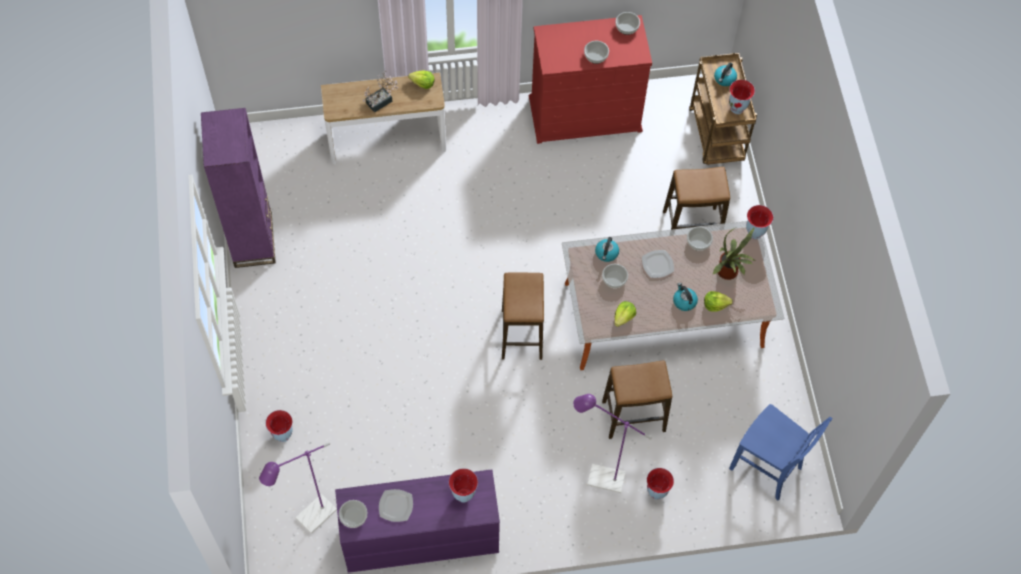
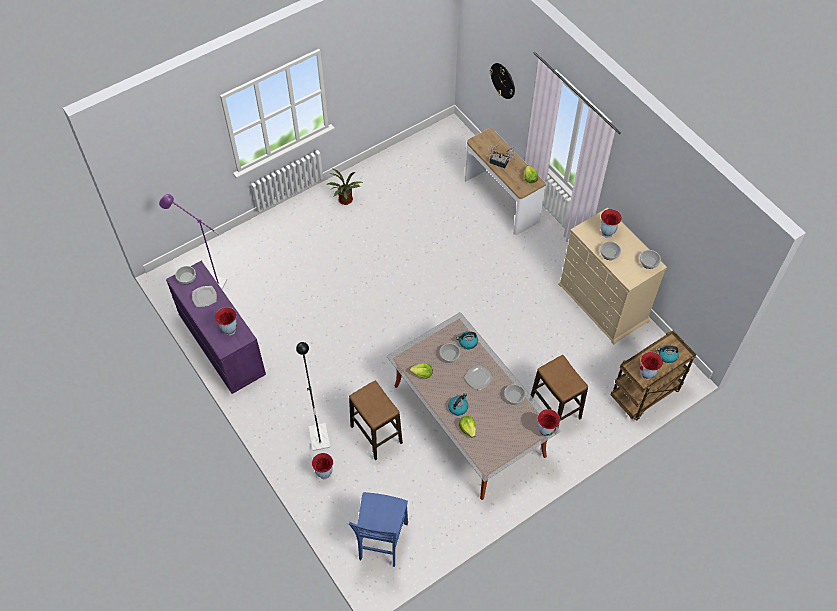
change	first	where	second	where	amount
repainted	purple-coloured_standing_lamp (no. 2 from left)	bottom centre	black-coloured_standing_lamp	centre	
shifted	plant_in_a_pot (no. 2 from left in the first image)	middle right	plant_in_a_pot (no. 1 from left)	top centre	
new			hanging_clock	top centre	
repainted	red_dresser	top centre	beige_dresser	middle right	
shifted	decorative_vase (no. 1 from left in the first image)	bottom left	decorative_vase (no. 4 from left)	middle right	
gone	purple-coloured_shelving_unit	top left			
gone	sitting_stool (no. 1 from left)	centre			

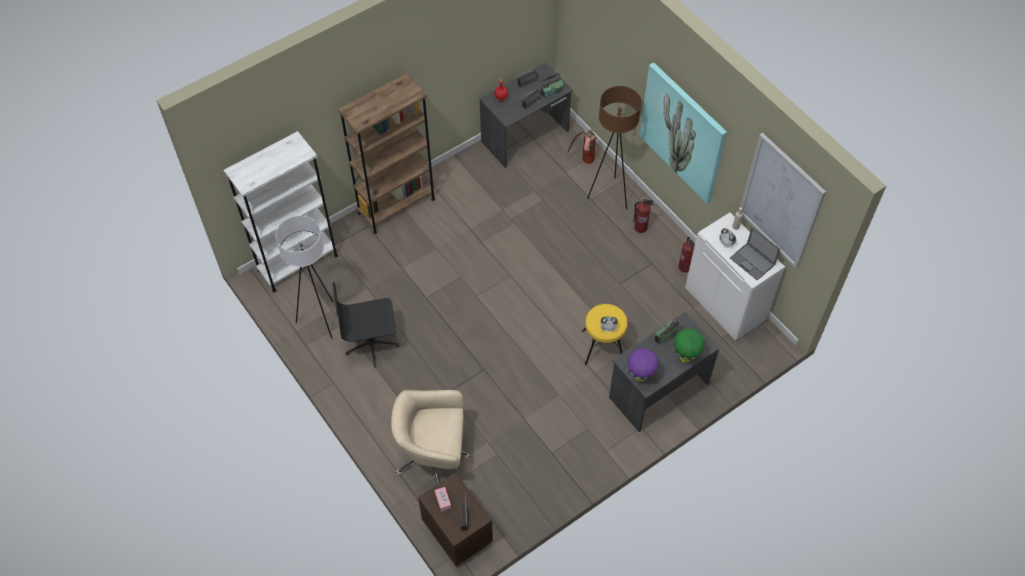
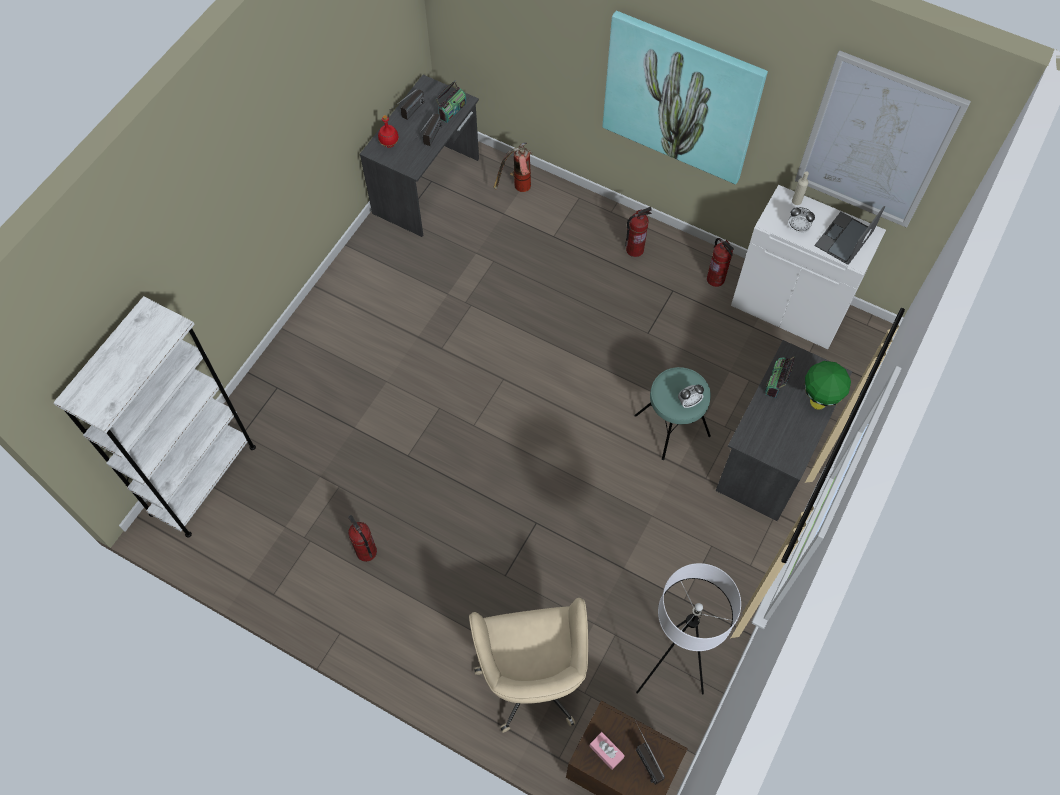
change	first	where	second	where	amount
swapped	black-coloured_desk_chair	centre	extinguisher (no. 1 from left)	bottom centre	
rotated	beige_desk_chair	bottom centre		bottom centre	75 degrees counterclockwise
repainted	yellow-coloured_sitting_stool	centre	turquoise-coloured_sitting_stool	centre	
shifted	whitish_standing_lamp	middle left		bottom centre	
rotated	notebook_computer	middle right		top right	105 degrees clockwise
gone	brownish_shelving_unit	top centre			
gone	brownish_standing_lamp	top centre			
gone	purple-coloured_tabletop_lamp	centre			

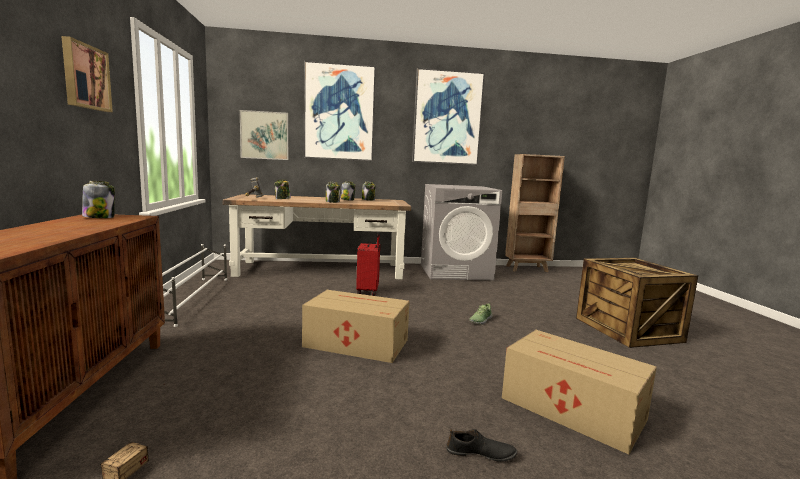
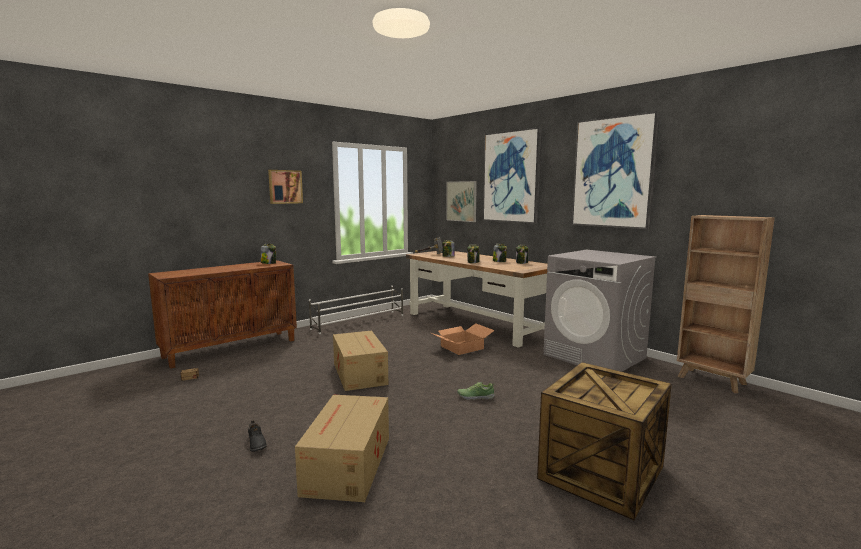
change	first	where	second	where	amount
swapped	red_suitcase	centre	carton (no. 3 from left)	centre	

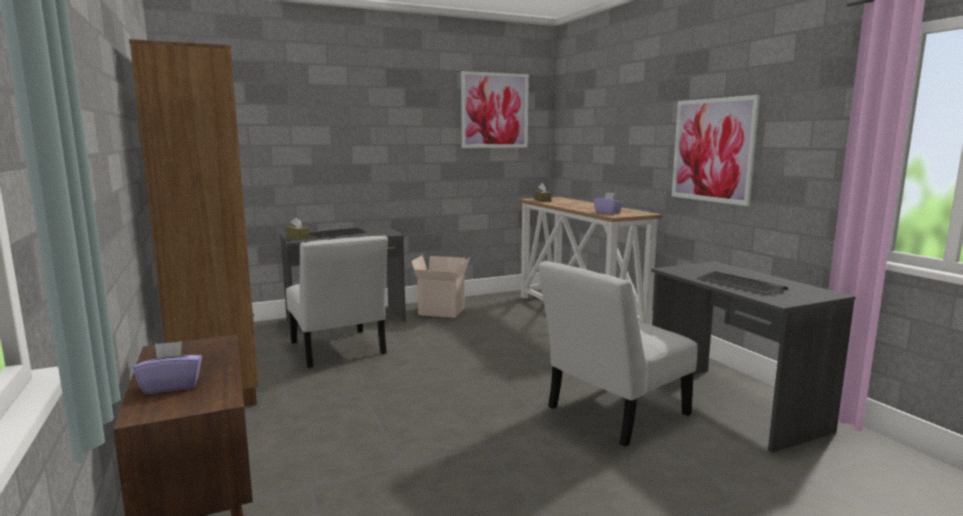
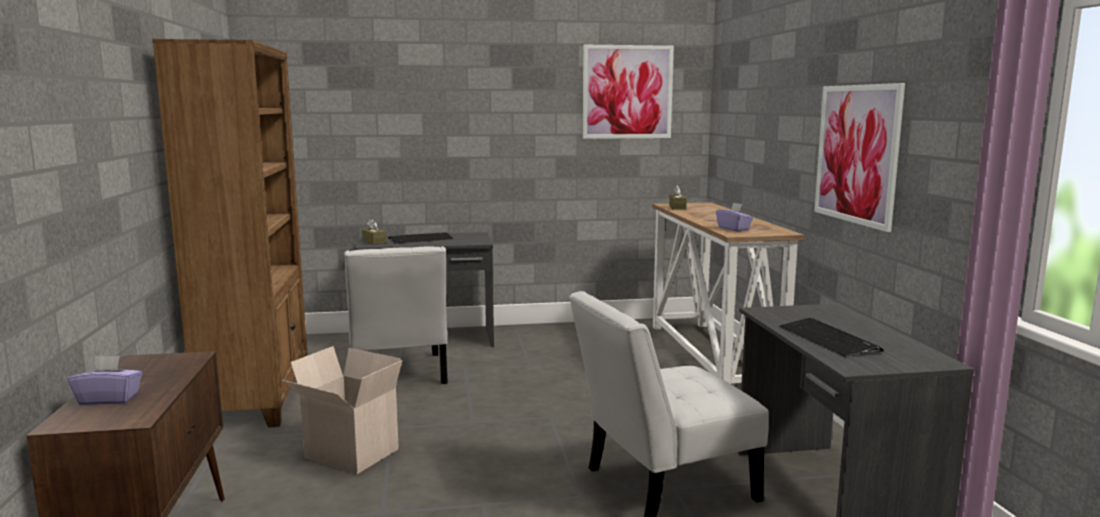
change	first	where	second	where	amount
shifted	carton	centre		bottom left	

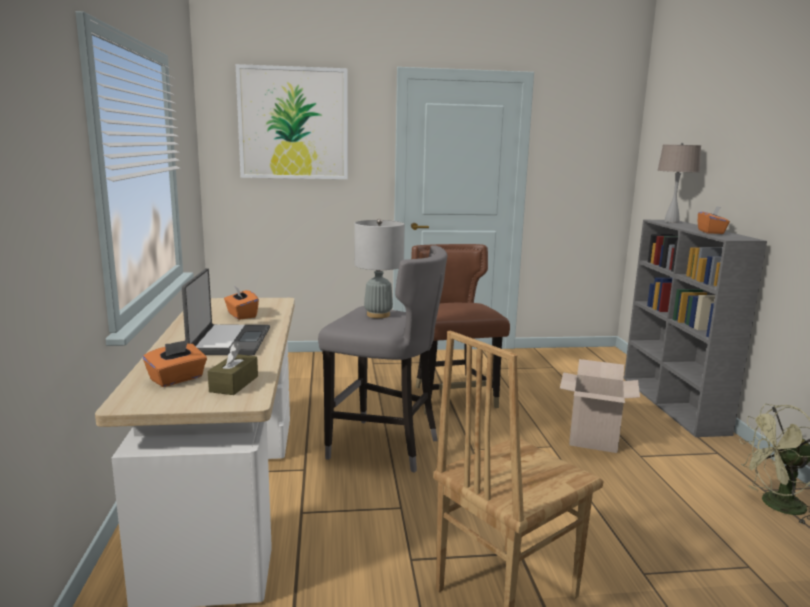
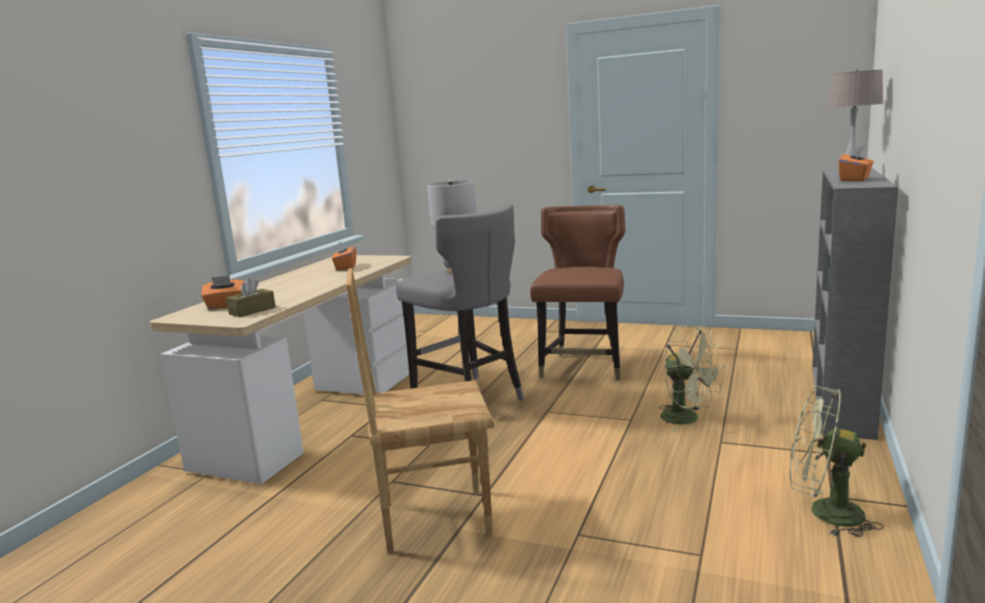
change	first	where	second	where	amount
swapped	carton	bottom right	greenish_electric_fan (no. 1 from left)	middle right	
gone	notebook_computer	middle left			
gone	wall_art	top centre			

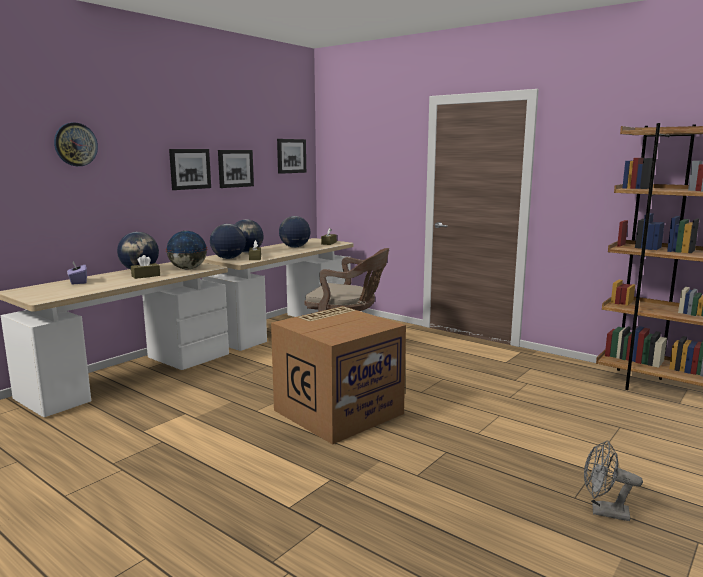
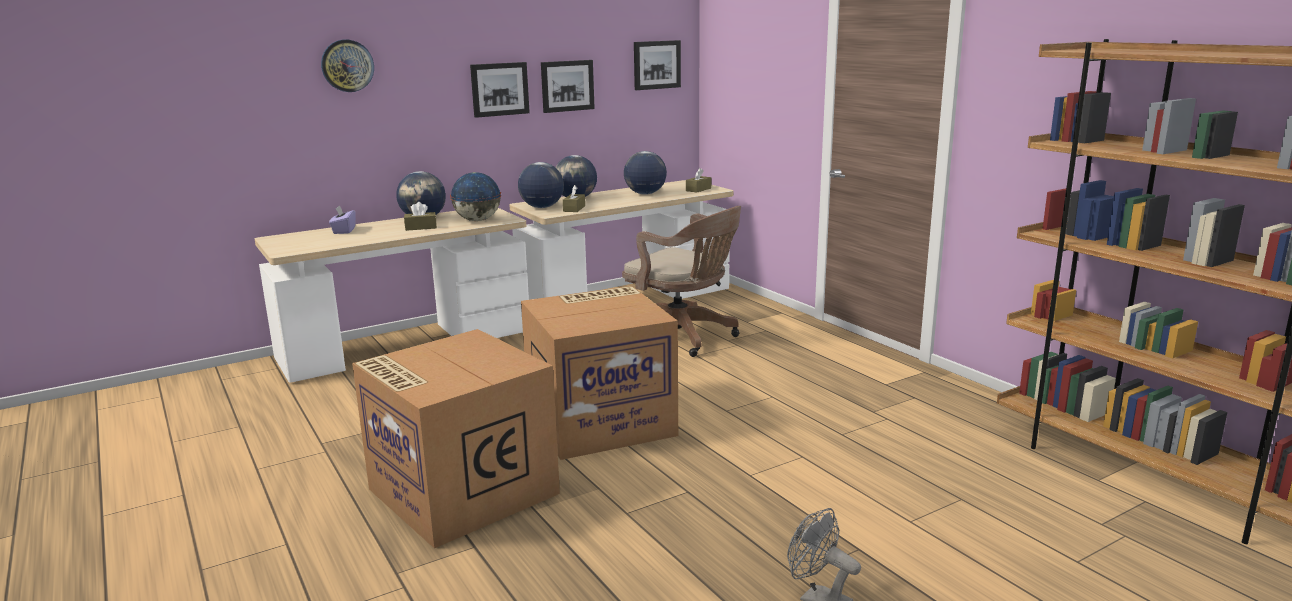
change	first	where	second	where	amount
new			carton (no. 1 from left)	bottom centre	

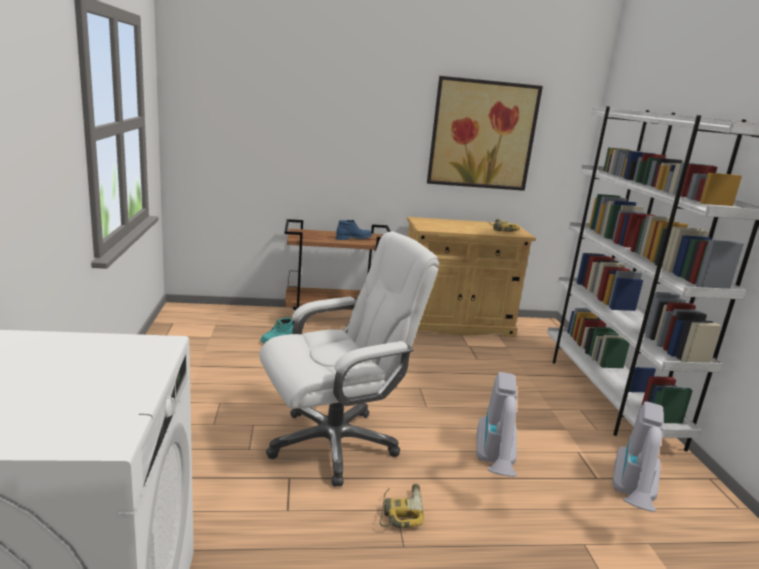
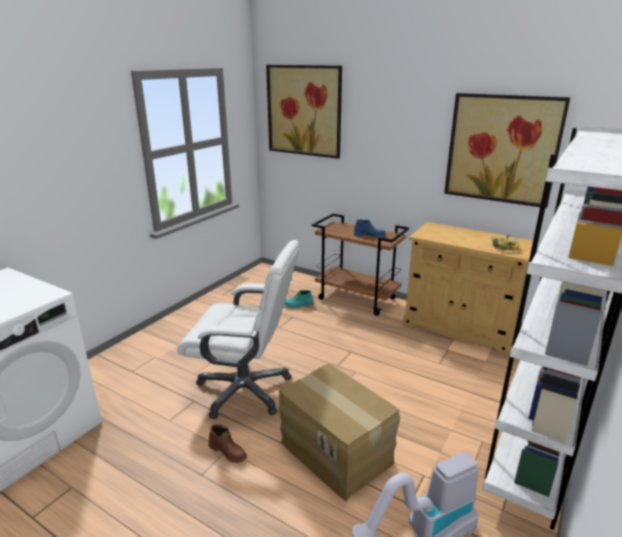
change	first	where	second	where	amount
swapped	electric_drill (no. 1 from left)	bottom centre	brownish_tall_boot	bottom centre	
new			wall_art (no. 1 from left)	top centre	
swapped	vacuum (no. 1 from left)	bottom centre	carton	bottom centre	

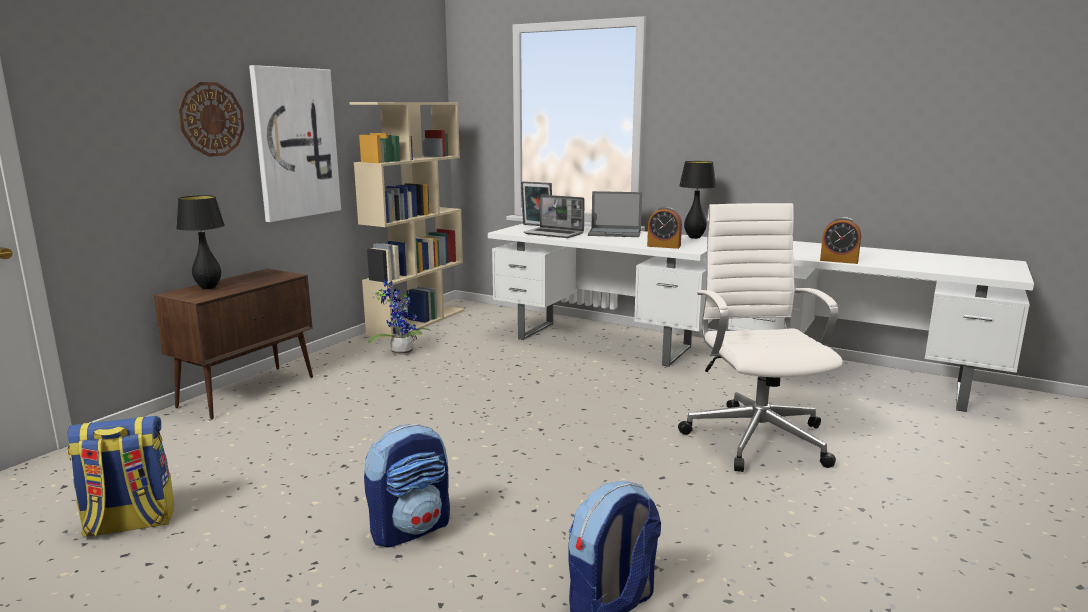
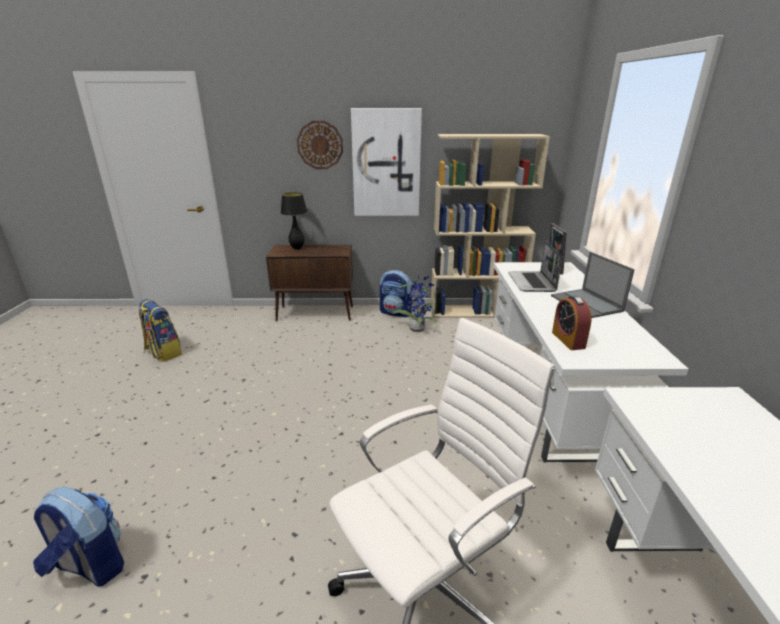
change	first	where	second	where	amount
shifted	knapsack (no. 2 from left in the first image)	bottom centre	knapsack (no. 3 from left)	centre	
gone	black-coloured_tabletop_lamp (no. 2 from left)	top centre			
gone	alarm_clock (no. 2 from left)	middle right			

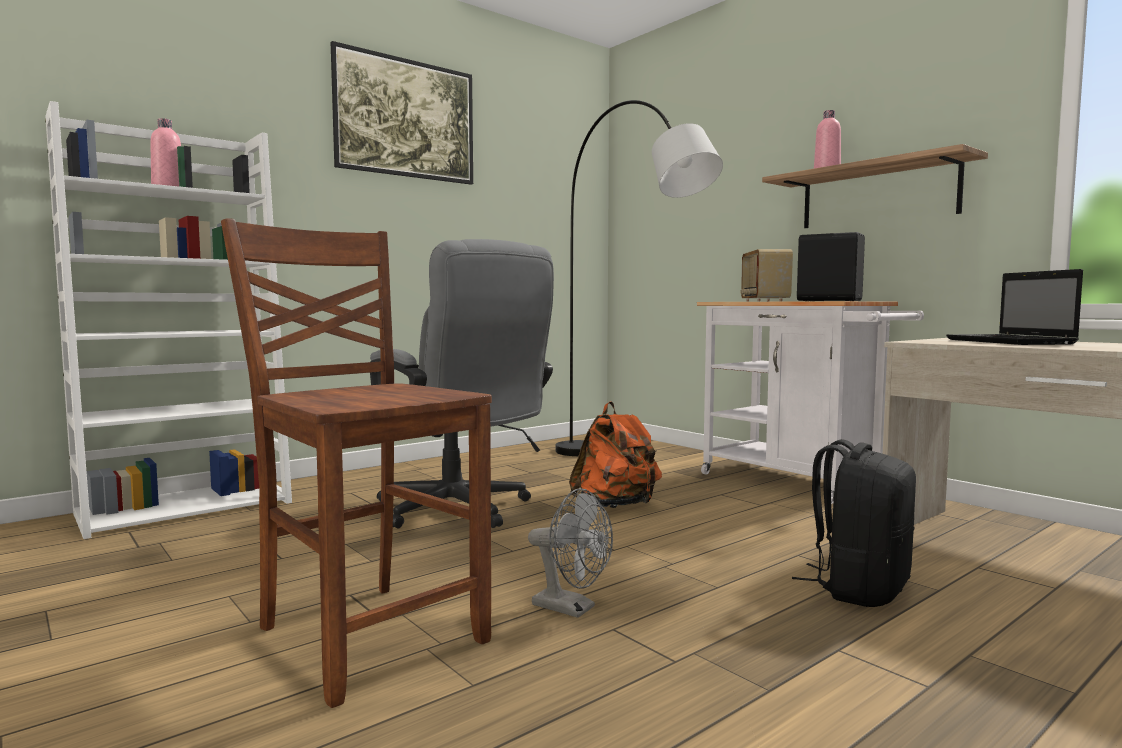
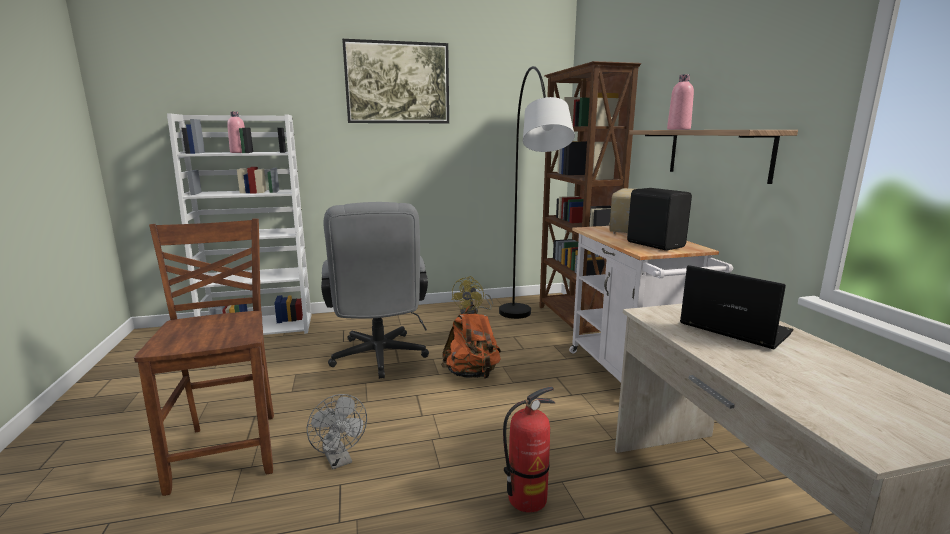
change	first	where	second	where	amount
new			yellow-coloured_electric_fan	centre	
swapped	black-coloured_knapsack	bottom right	extinguisher	bottom centre	
new			brownish_shelving_unit	centre	
rotated	notebook_computer	middle right		middle right	120 degrees clockwise

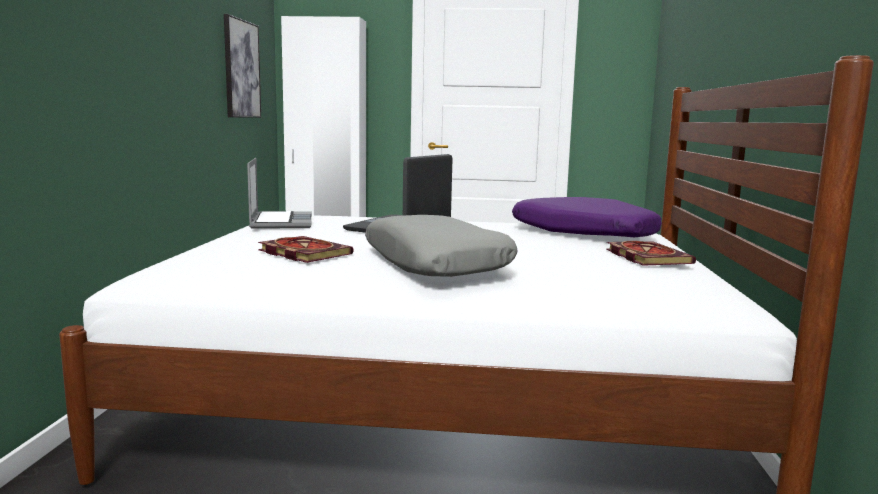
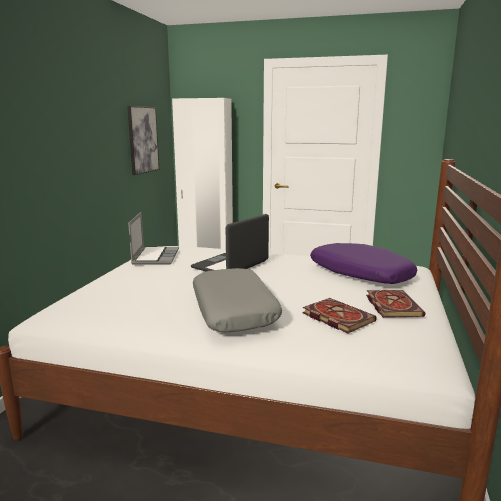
change	first	where	second	where	amount
shifted	volume (no. 1 from left)	centre		middle right	

